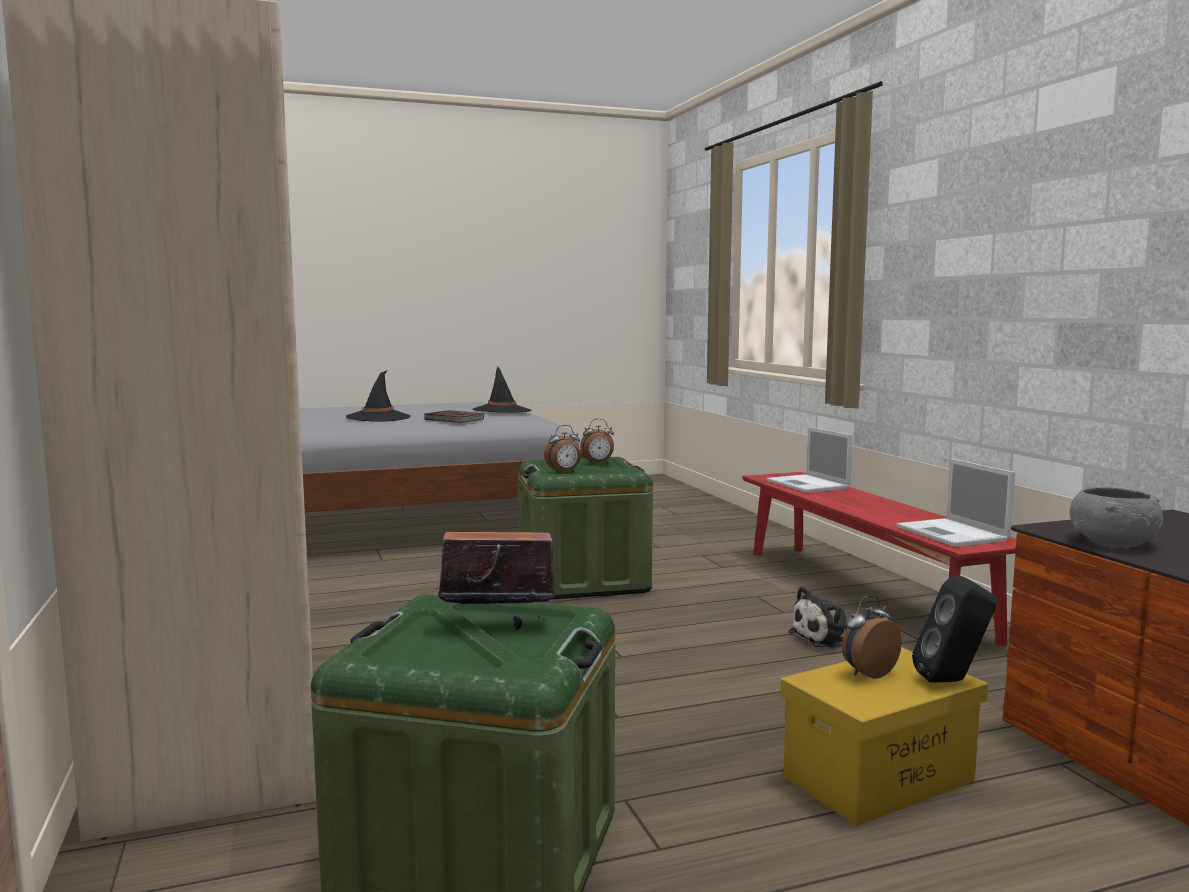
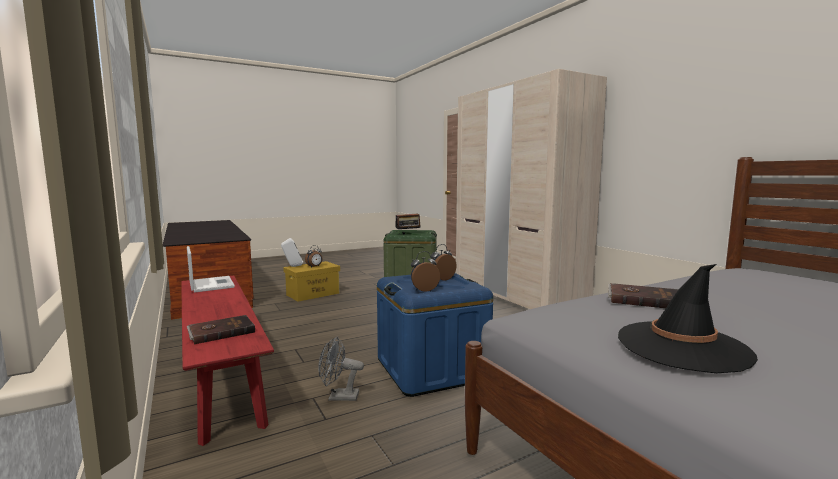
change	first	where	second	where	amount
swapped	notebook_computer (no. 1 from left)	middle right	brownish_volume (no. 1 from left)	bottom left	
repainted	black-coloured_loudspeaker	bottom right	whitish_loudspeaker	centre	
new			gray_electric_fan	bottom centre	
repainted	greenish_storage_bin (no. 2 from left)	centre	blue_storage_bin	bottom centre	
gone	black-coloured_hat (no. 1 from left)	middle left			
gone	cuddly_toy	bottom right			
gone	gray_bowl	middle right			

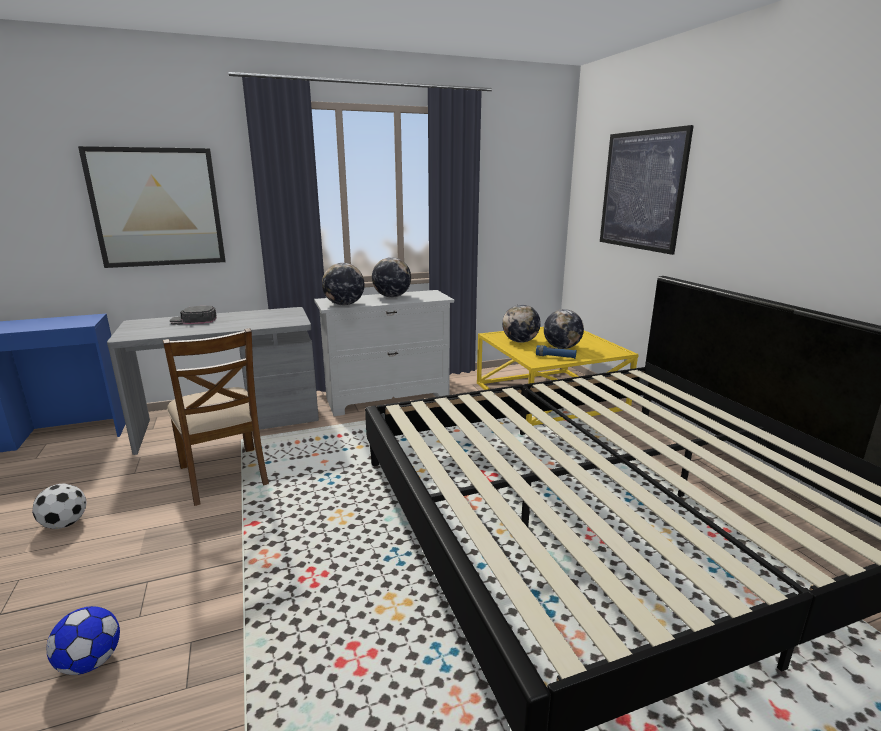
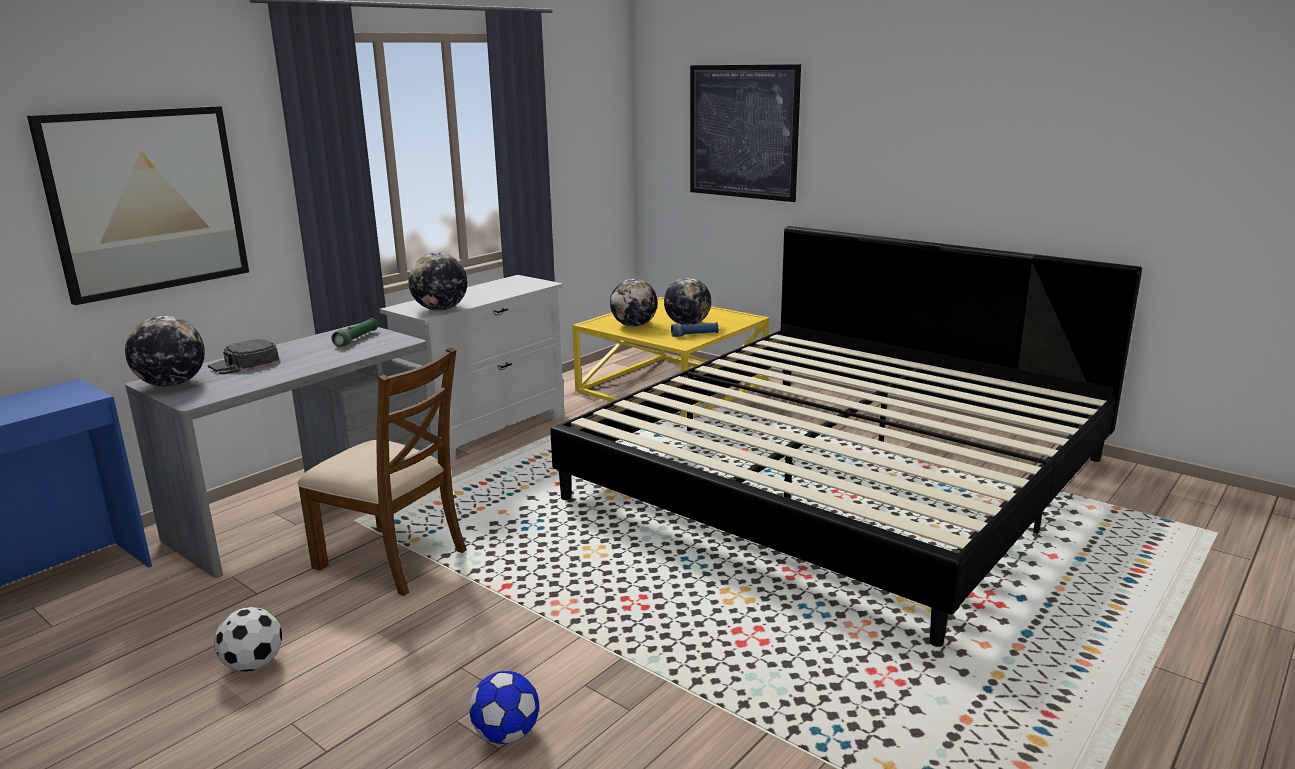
change	first	where	second	where	amount
shifted	world_globe (no. 2 from left in the first image)	centre	world_globe (no. 1 from left)	middle left	
new			greenish_torch	middle left	

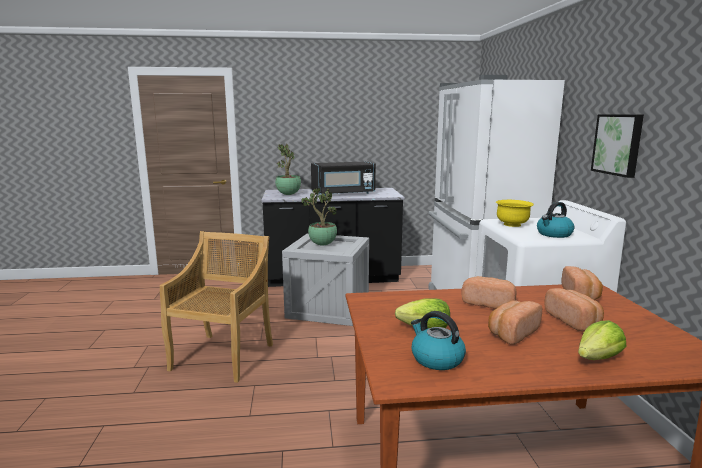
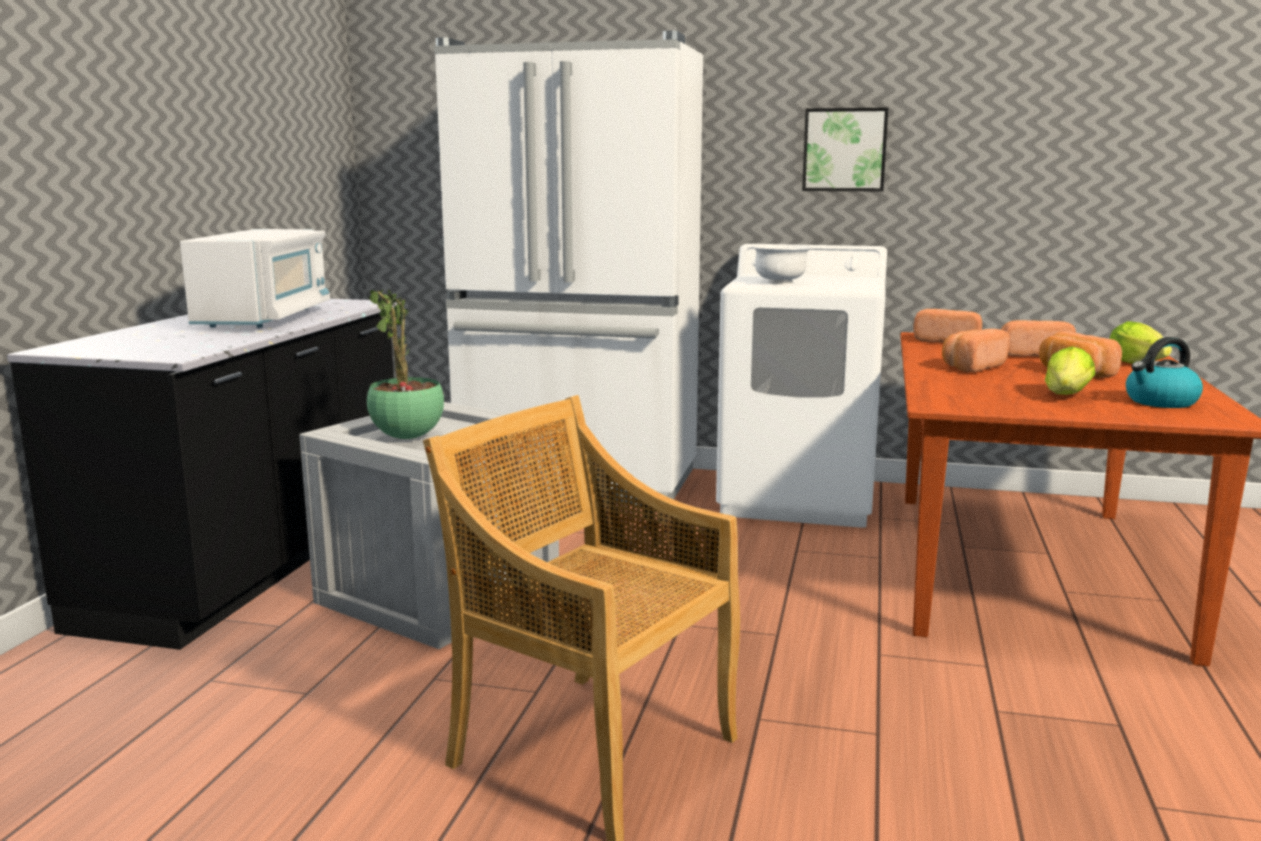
change	first	where	second	where	amount
repainted	black-coloured_microwave	centre	whitish_microwave	top left	
repainted	yellow-coloured_bowl	middle right	whitish_bowl	top centre	
gone	plant_in_a_pot (no. 1 from left)	centre			
gone	kettle (no. 2 from left)	middle right			

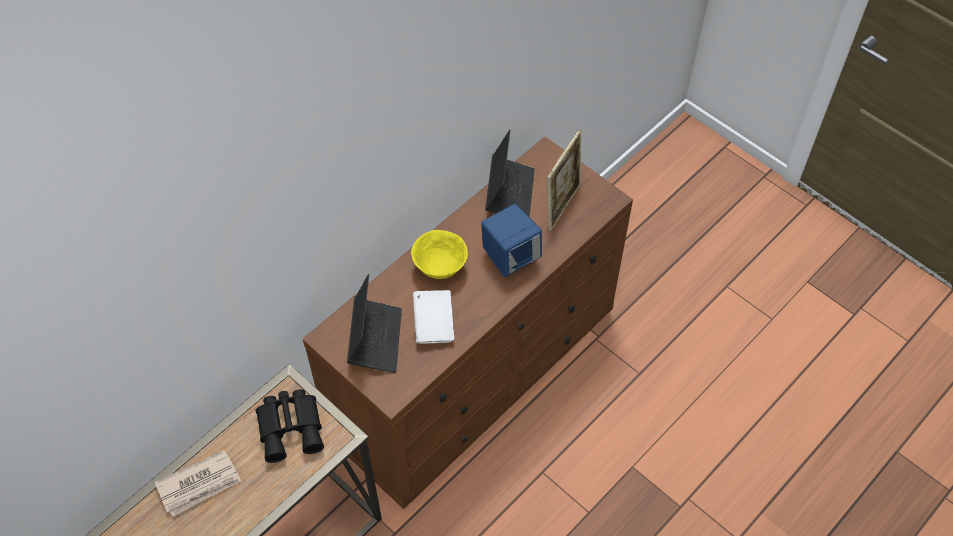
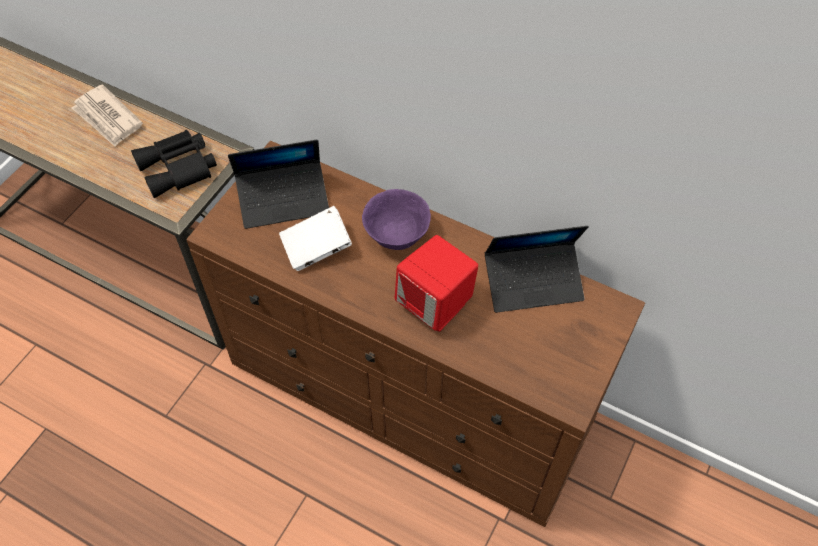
change	first	where	second	where	amount
repainted	yellow-coloured_bowl	centre	purple-coloured_bowl	centre	
repainted	blue_loudspeaker	centre	red_loudspeaker	centre	
gone	standing_frame	centre			

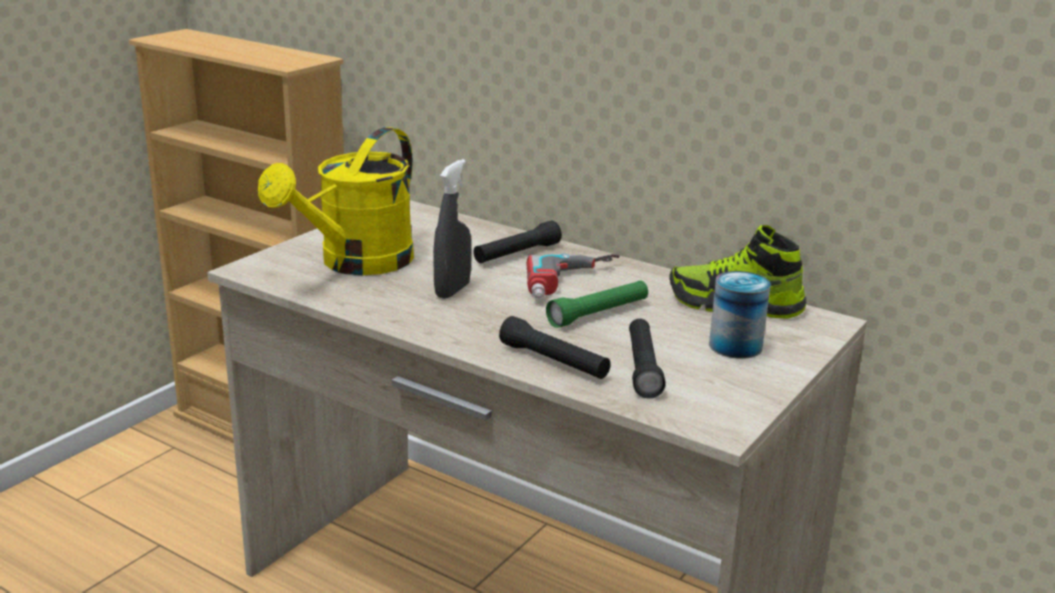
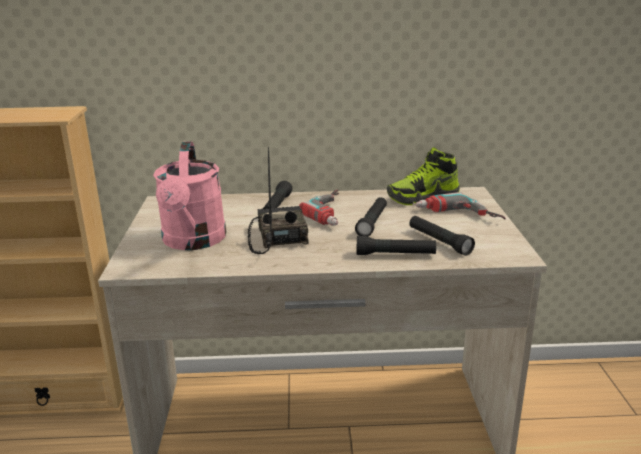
change	first	where	second	where	amount
repainted	yellow-coloured_watering_can	middle left	pink-coloured_watering_can	middle left	
swapped	gray_hand_sprayer	centre	radio_set	centre	
repainted	greenish_torch	centre	black-coloured_torch (no. 2 from left)	centre	
swapped	sealed_can	middle right	electric_drill (no. 2 from left)	middle right	

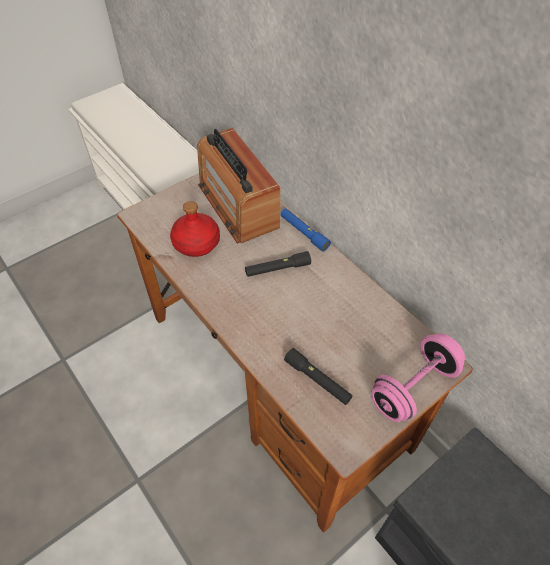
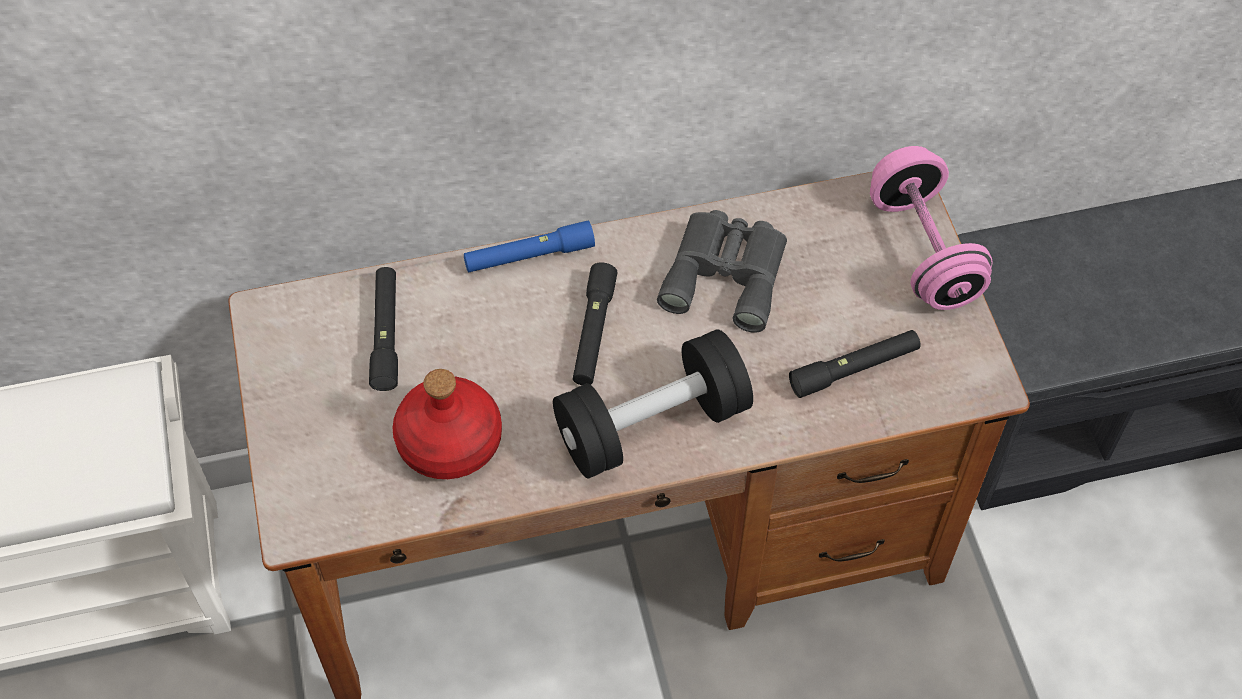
change	first	where	second	where	amount
swapped	radio_set	top centre	black-coloured_torch (no. 1 from left)	middle left	
new			black-coloured_dumbbell	centre	
new			gray_field_glasses	centre	

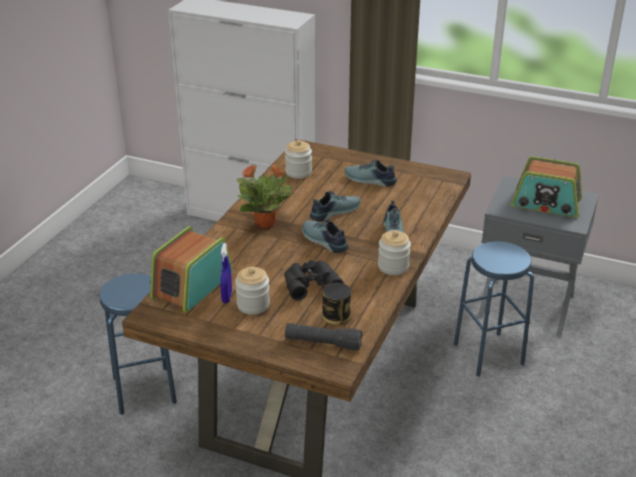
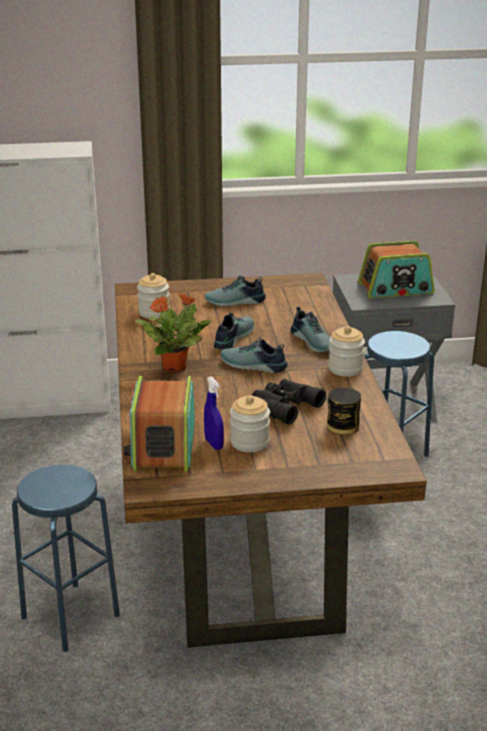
change	first	where	second	where	amount
gone	black-coloured_torch	bottom centre			

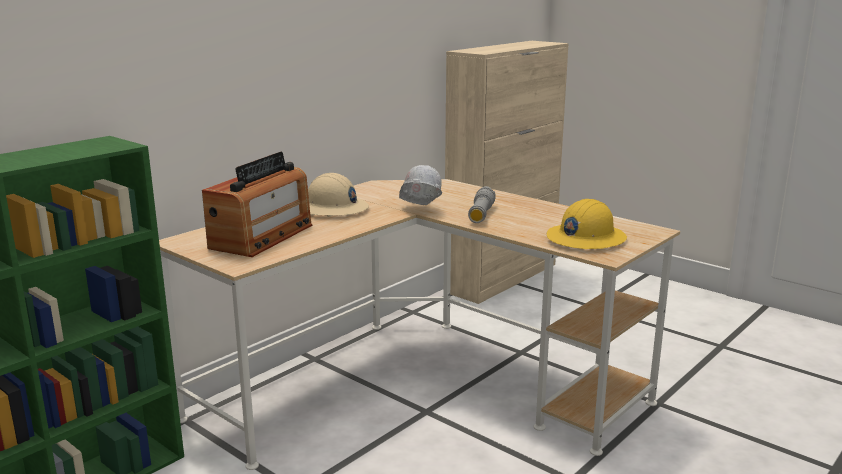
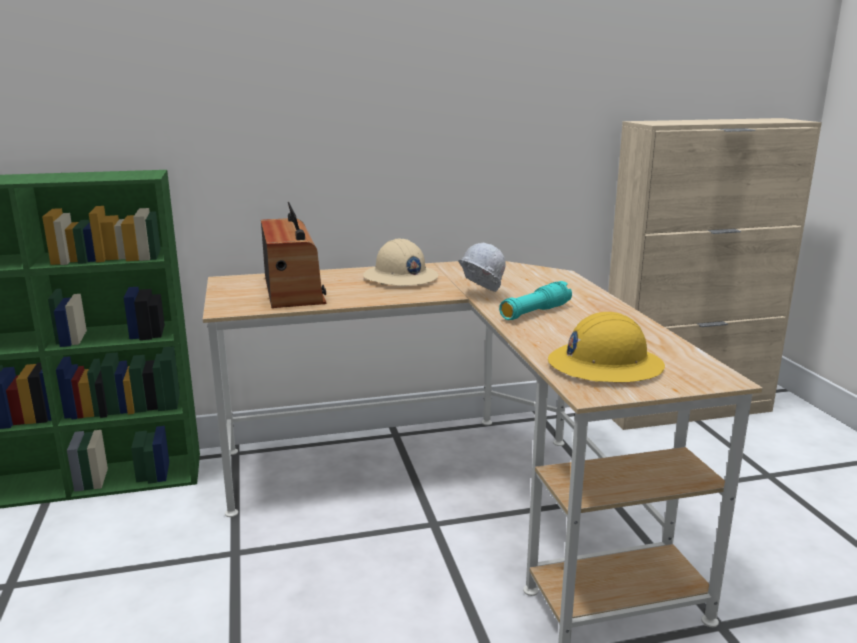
change	first	where	second	where	amount
rotated	radio_set	middle left		centre	75 degrees counterclockwise
repainted	gray_torch	centre	turquoise-coloured_torch	centre	

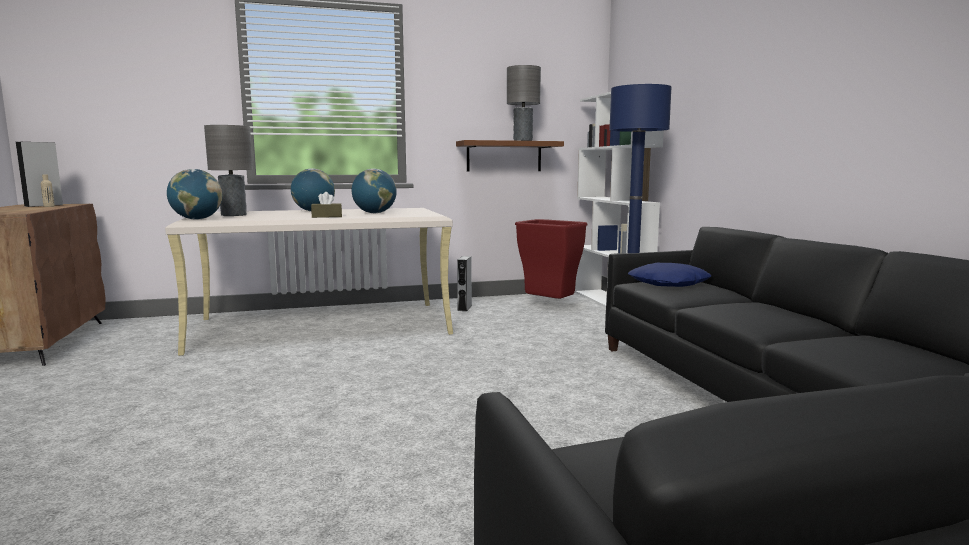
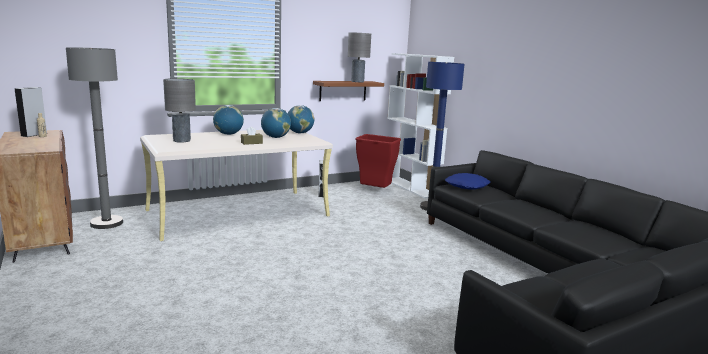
change	first	where	second	where	amount
new			gray_standing_lamp	middle left	
shifted	world_globe (no. 1 from left in the first image)	middle left	world_globe (no. 3 from left)	centre	

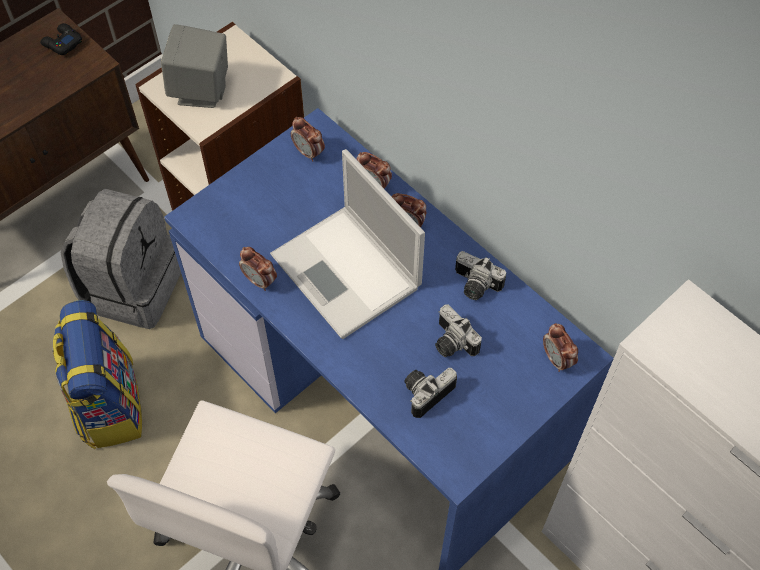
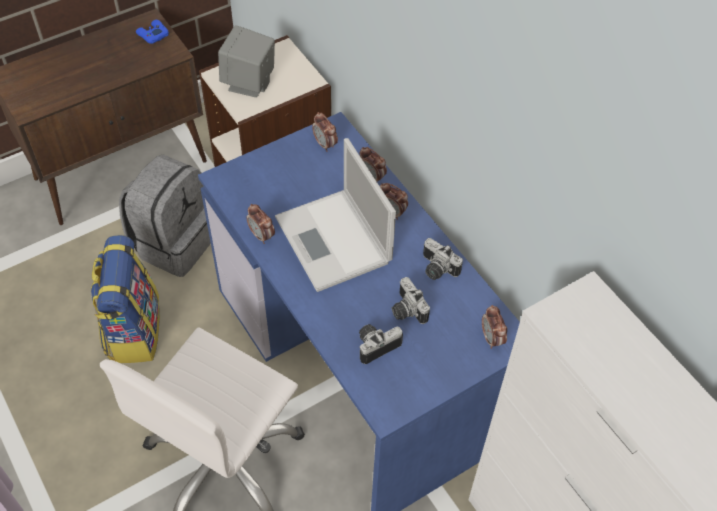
change	first	where	second	where	amount
repainted	black-coloured_game_controller	top left	blue_game_controller	top left	

